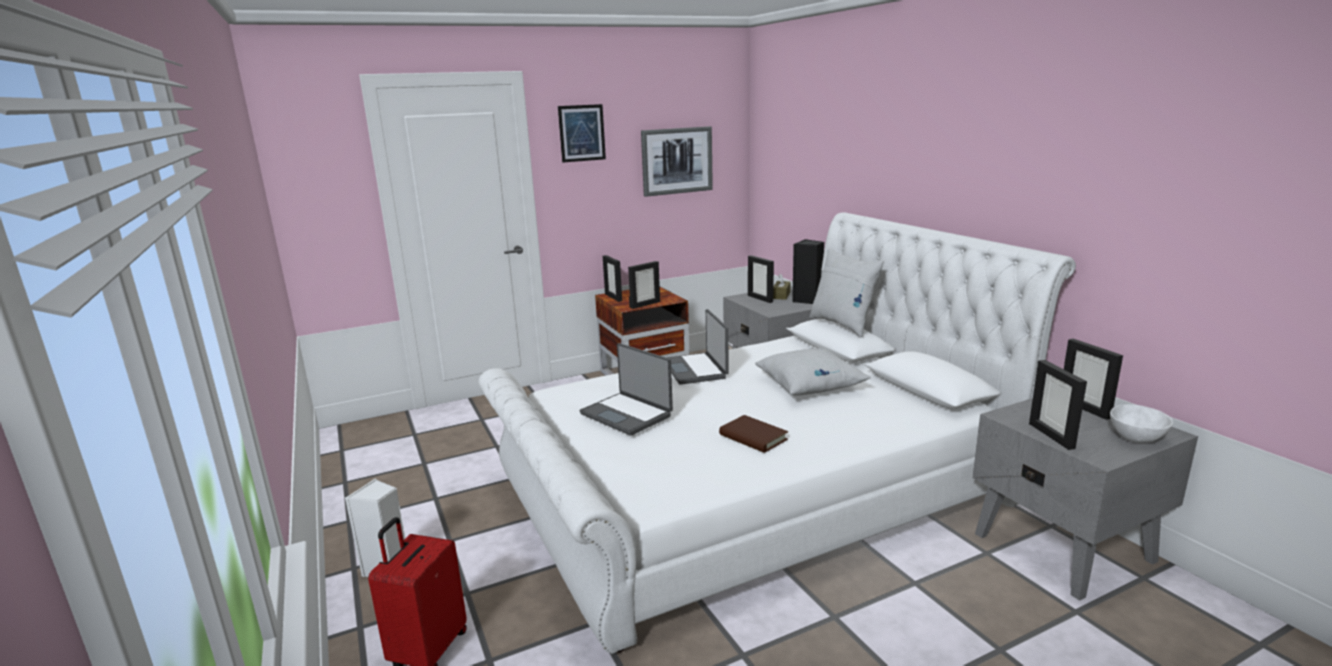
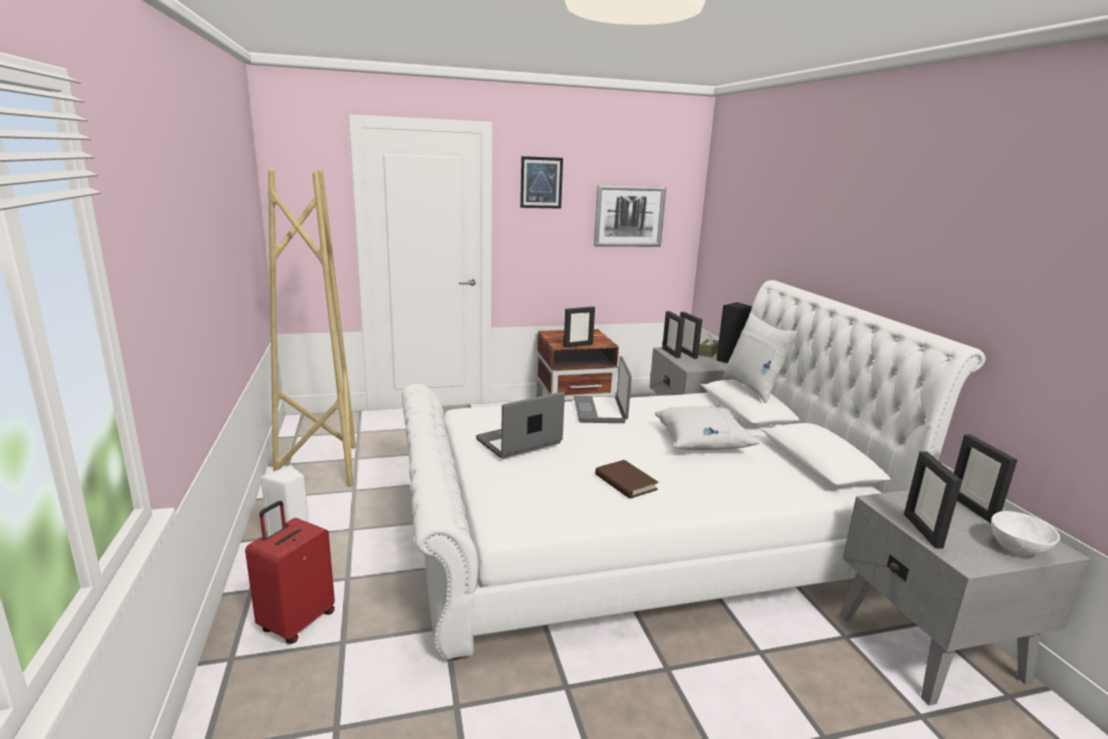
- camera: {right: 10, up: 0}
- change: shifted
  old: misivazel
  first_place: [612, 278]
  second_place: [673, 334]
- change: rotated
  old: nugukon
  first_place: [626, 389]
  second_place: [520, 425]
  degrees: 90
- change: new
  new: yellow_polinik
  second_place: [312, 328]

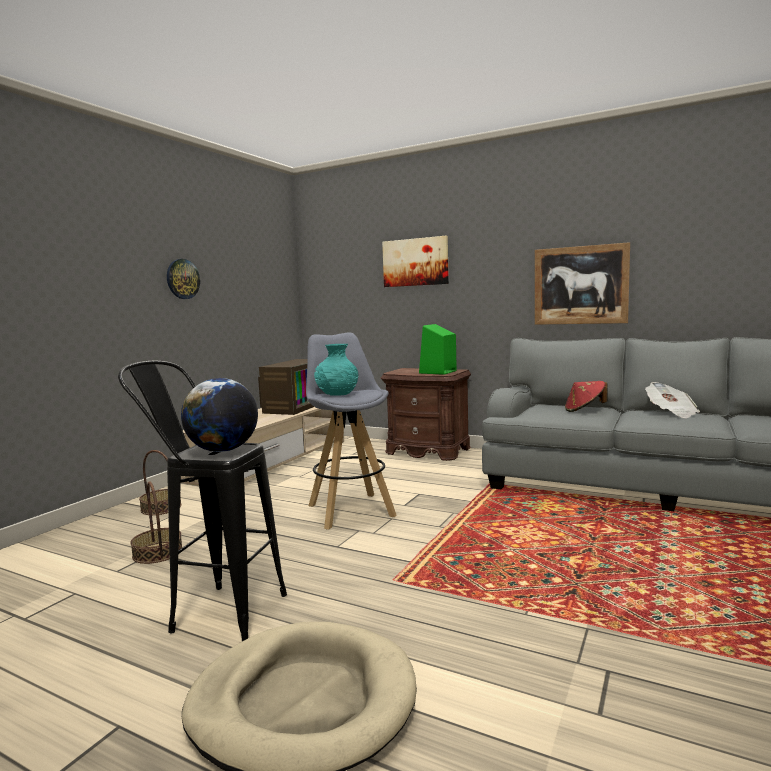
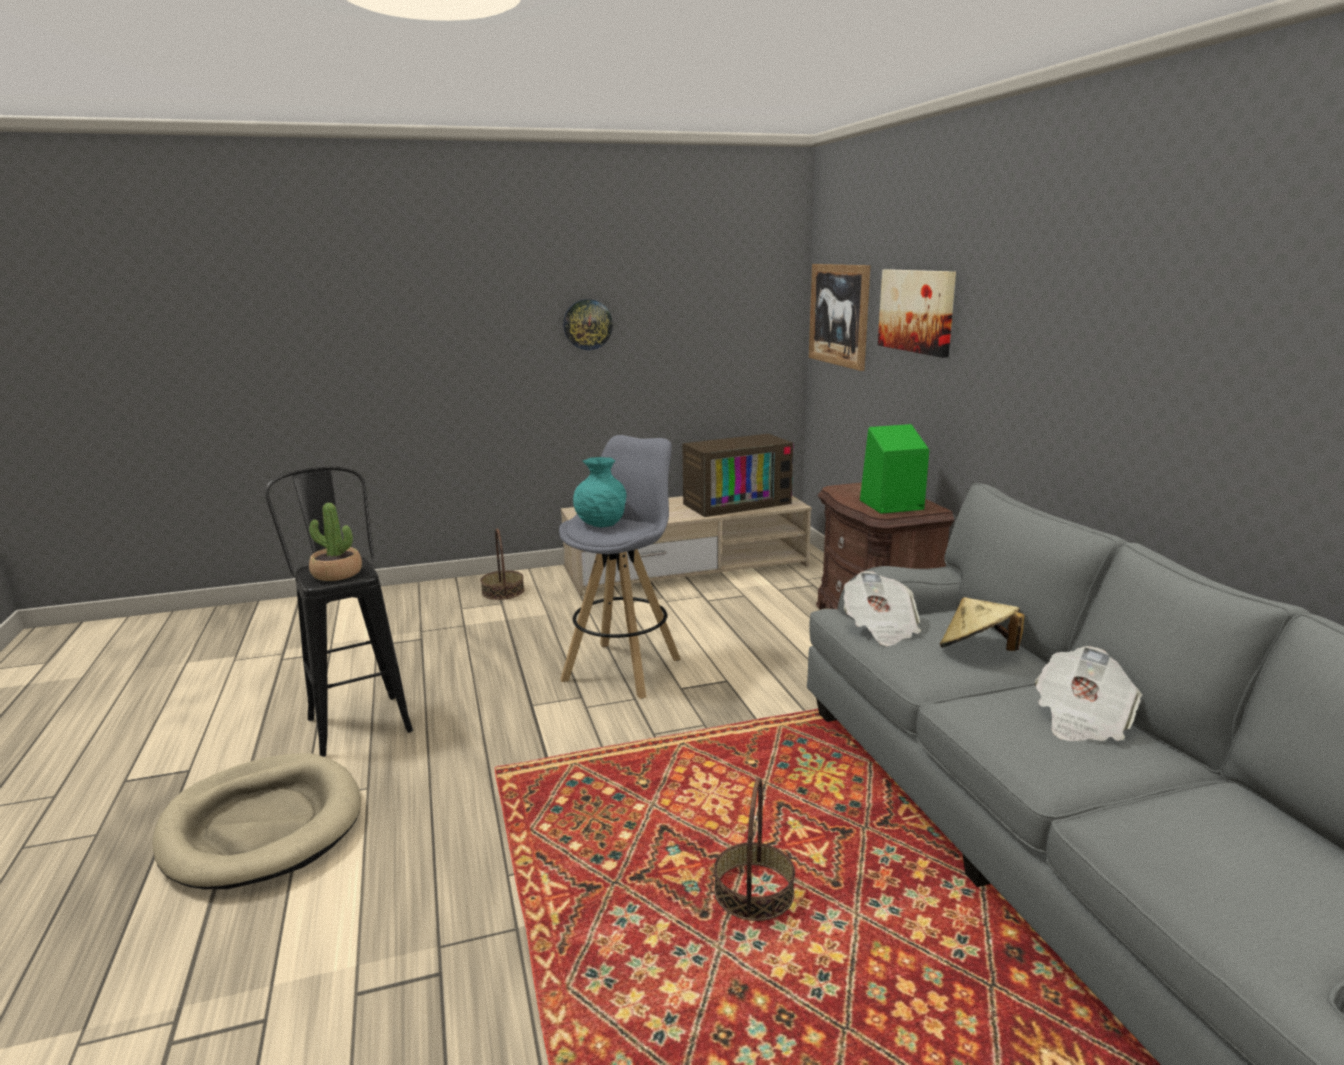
- camera: {right: 45, up: 10}
- change: shifted
  old: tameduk
  first_place: [582, 283]
  second_place: [839, 317]
- change: swapped
  old: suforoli
  new: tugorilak
  first_place: [219, 415]
  second_place: [335, 542]
- change: repainted
  old: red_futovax
  new: beige_futovax
  first_place: [586, 396]
  second_place: [982, 624]
- change: shifted
  old: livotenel
  first_place: [156, 522]
  second_place: [754, 849]
- change: new
  new: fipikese
  second_place: [882, 608]

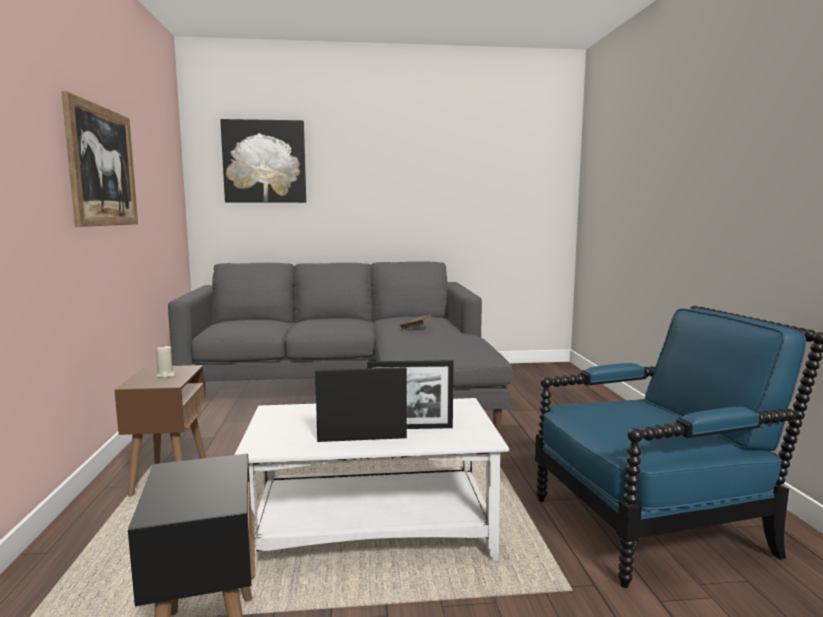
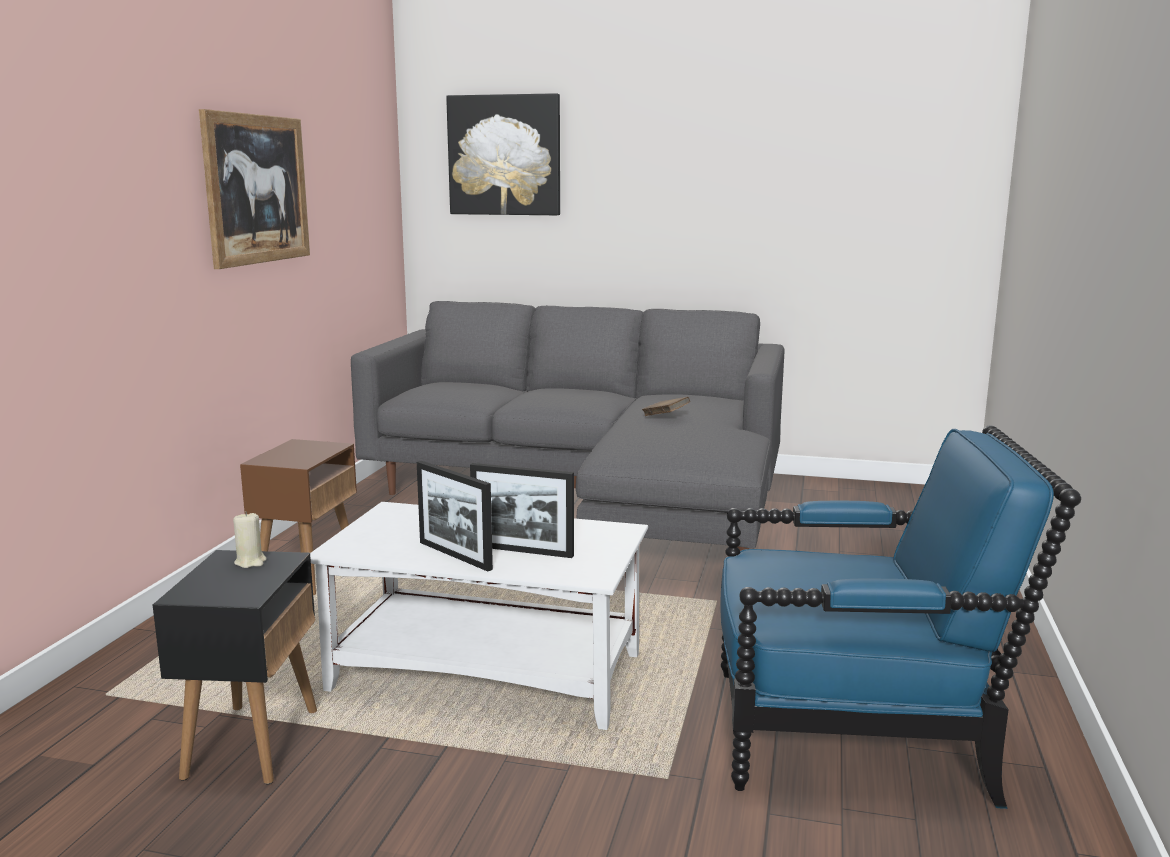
- camera: {right: 20, up: 5}
- change: shifted
  old: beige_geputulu
  first_place: [165, 361]
  second_place: [249, 539]
- change: rotated
  old: misivazel
  first_place: [361, 404]
  second_place: [455, 516]
  degrees: -150

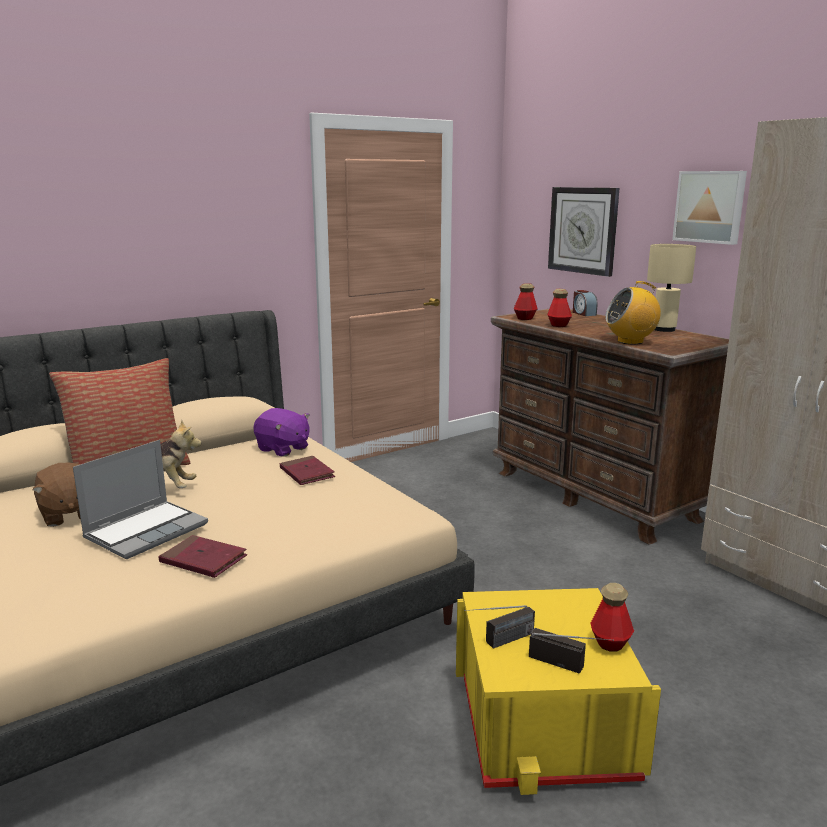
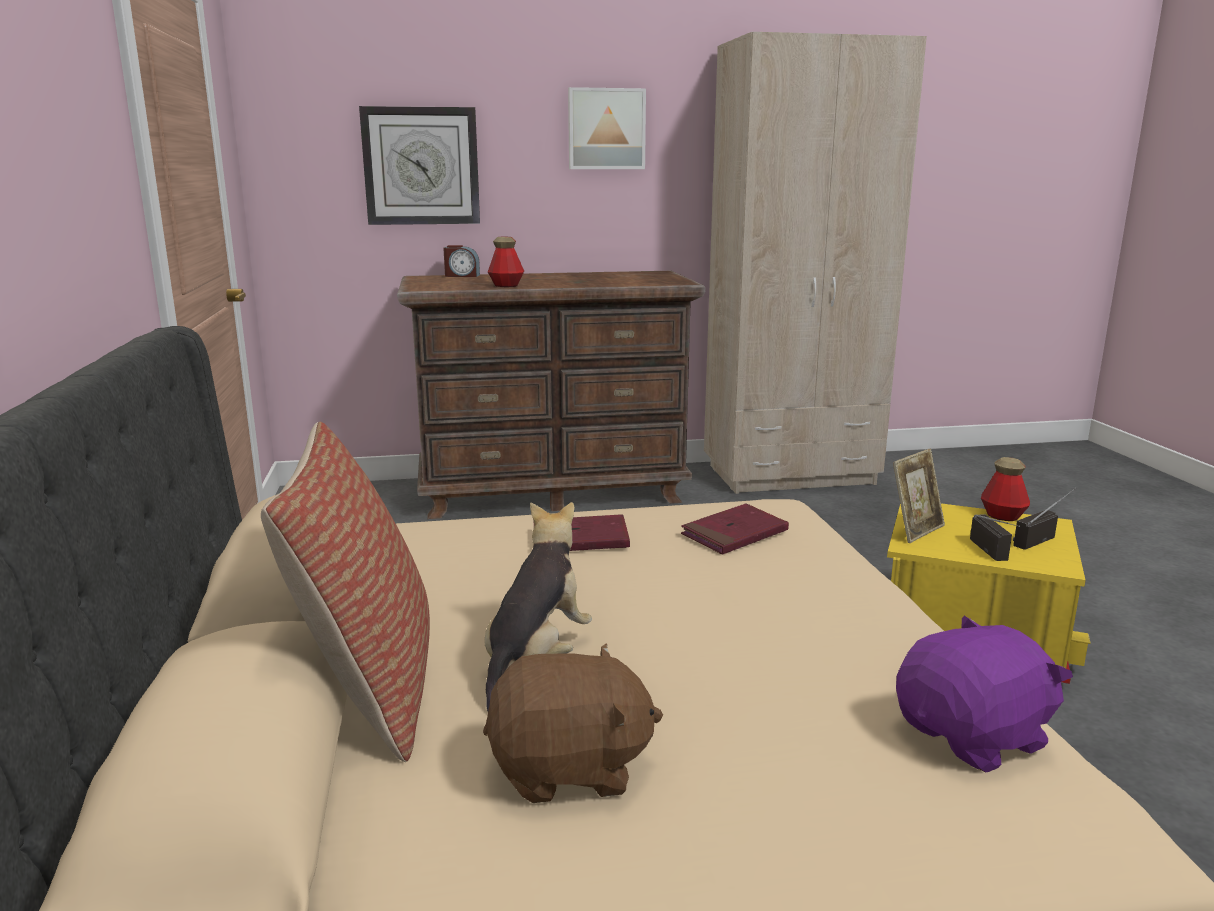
- camera: {right: -65, up: 0}
- change: gone
  old: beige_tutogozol
  first_place: [671, 288]
- change: gone
  old: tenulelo
  first_place: [633, 313]
- change: gone
  old: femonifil
  first_place: [526, 301]
- change: shifted
  old: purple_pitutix
  first_place: [281, 432]
  second_place: [984, 693]
- change: gone
  old: nugukon
  first_place: [140, 499]
- change: shifted
  old: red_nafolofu
  first_place: [203, 556]
  second_place: [735, 528]
- change: new
  new: misivazel
  second_place: [919, 496]

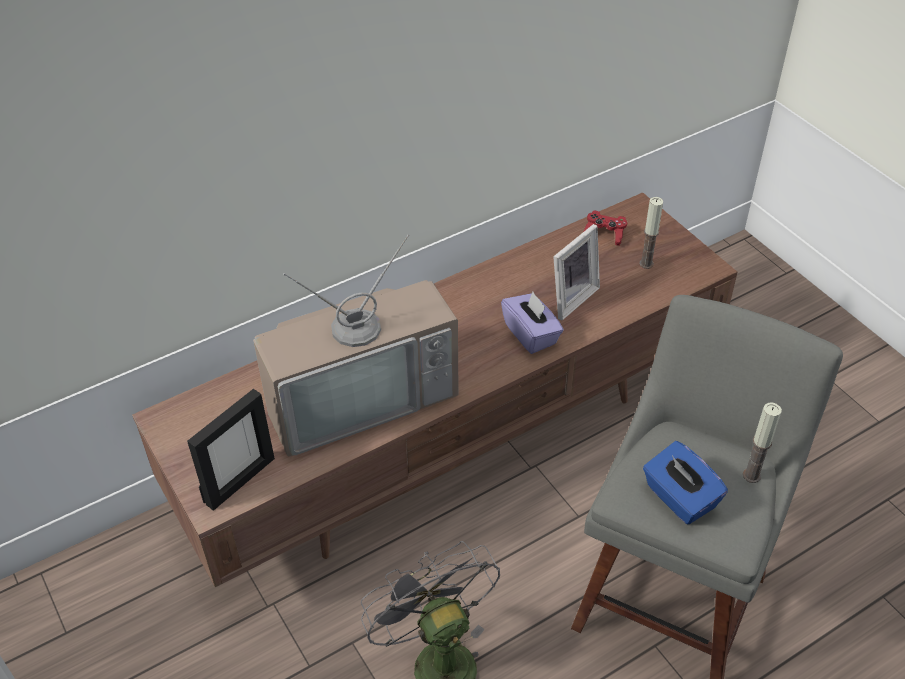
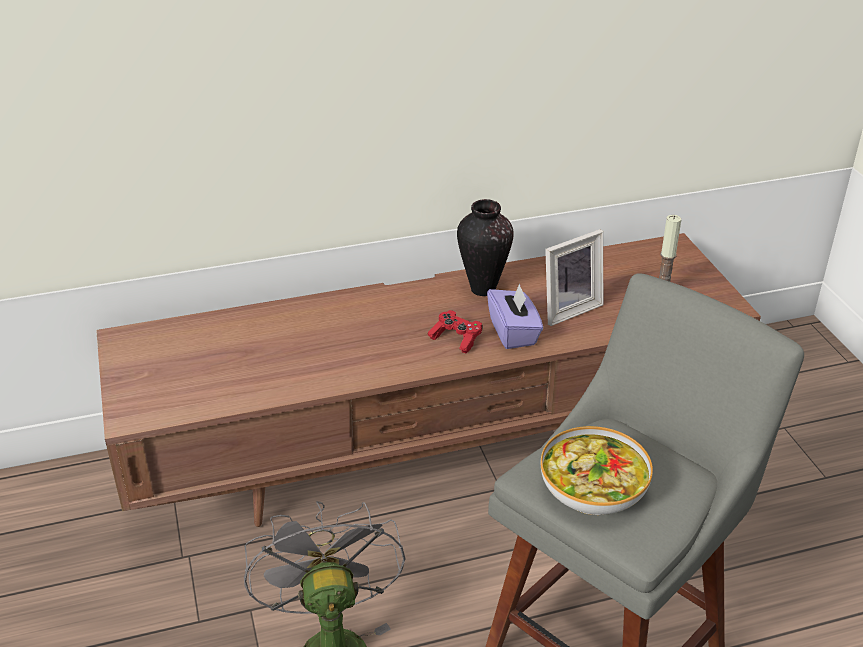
- camera: {right: 15, up: -10}
- change: shifted
  old: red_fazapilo
  first_place: [605, 228]
  second_place: [455, 332]
- change: gone
  old: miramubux
  first_place: [356, 345]
- change: gone
  old: misivazel
  first_place: [231, 450]
- change: gone
  old: geputulu
  first_place: [762, 442]
- change: swapped
  old: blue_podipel
  new: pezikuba
  first_place: [685, 482]
  second_place: [597, 470]
- change: new
  new: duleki
  second_place: [485, 247]

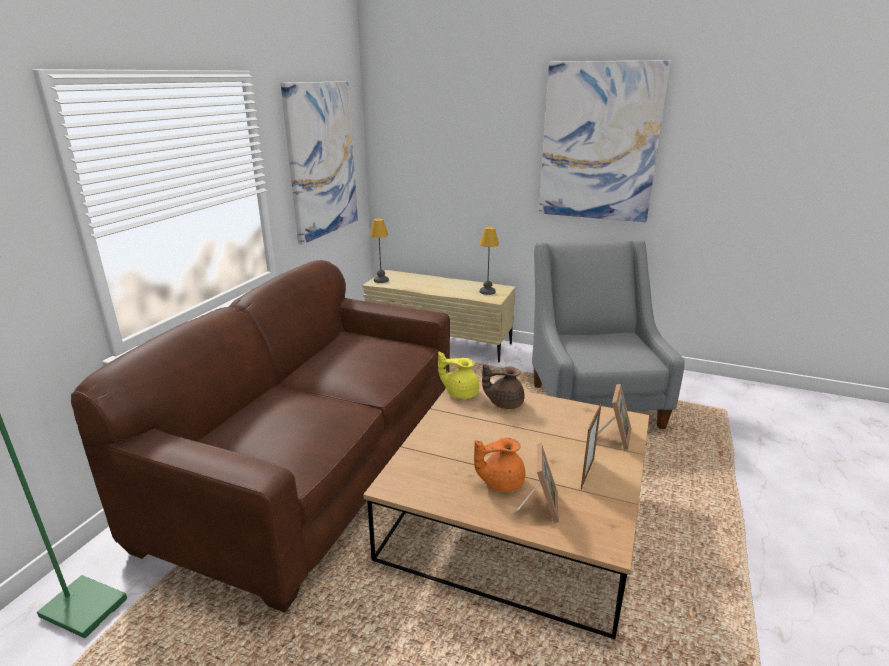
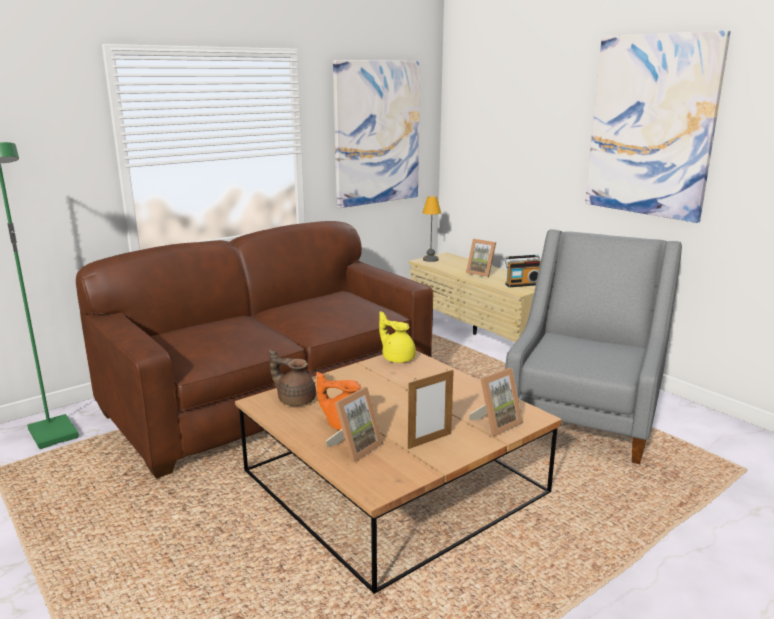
- camera: {right: 30, up: -5}
- change: swapped
  old: tutogozol
  new: tenulelo
  first_place: [489, 261]
  second_place: [522, 271]
- change: shifted
  old: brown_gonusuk
  first_place: [503, 386]
  second_place: [293, 377]
- change: new
  new: misivazel
  second_place: [481, 258]

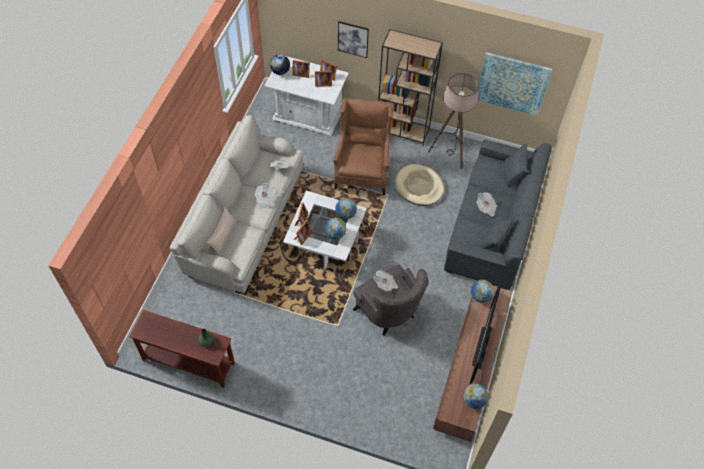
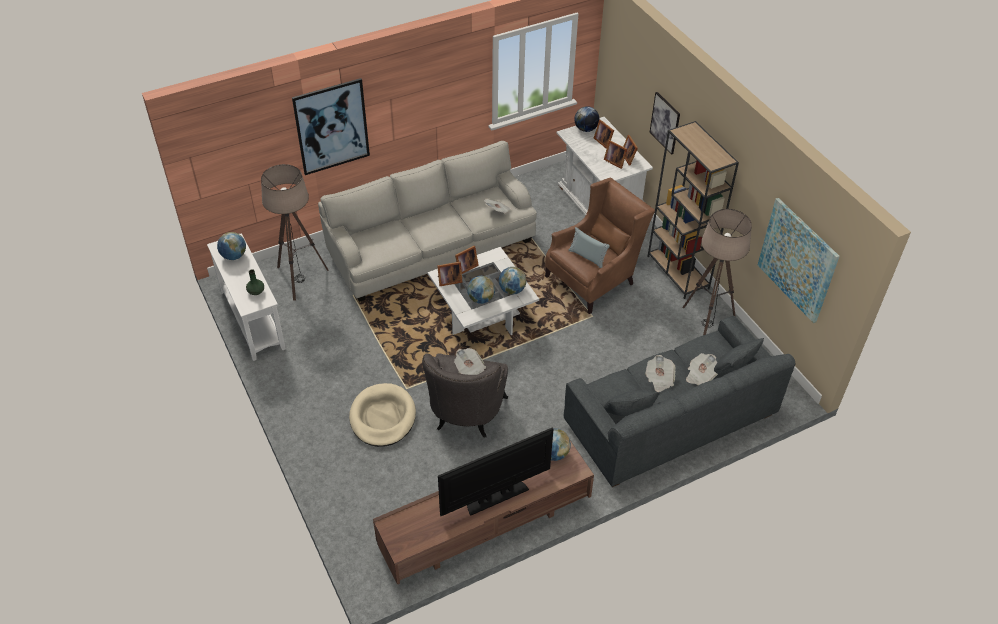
- camera: {right: 45, up: -10}
- change: shifted
  old: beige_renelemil
  first_place: [419, 184]
  second_place: [382, 415]
- change: shifted
  old: fipikese
  first_place: [265, 196]
  second_place: [702, 369]
- change: gone
  old: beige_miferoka
  first_place: [221, 231]
- change: repainted
  old: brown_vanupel
  new: white_vanupel
  first_place: [182, 349]
  second_place: [246, 297]
- change: shifted
  old: suforoli
  first_place: [475, 396]
  second_place: [231, 246]
- change: new
  new: tameduk
  second_place: [331, 126]
- change: new
  new: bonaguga
  second_place: [295, 232]
- change: new
  new: blue_miferoka
  second_place: [589, 247]

